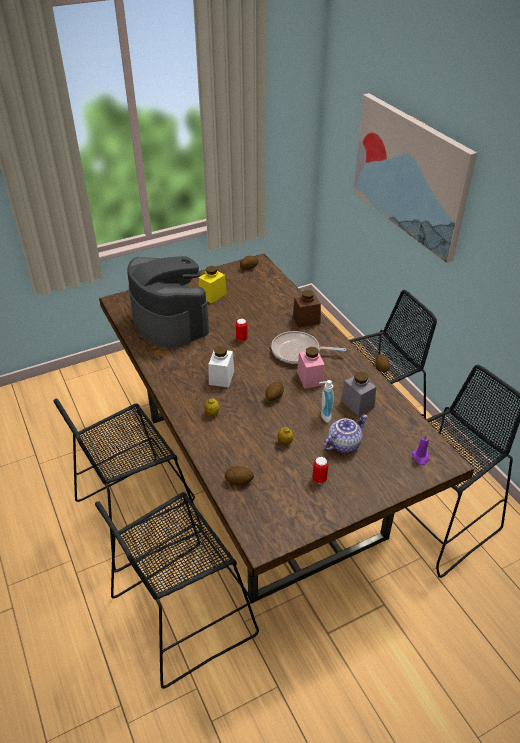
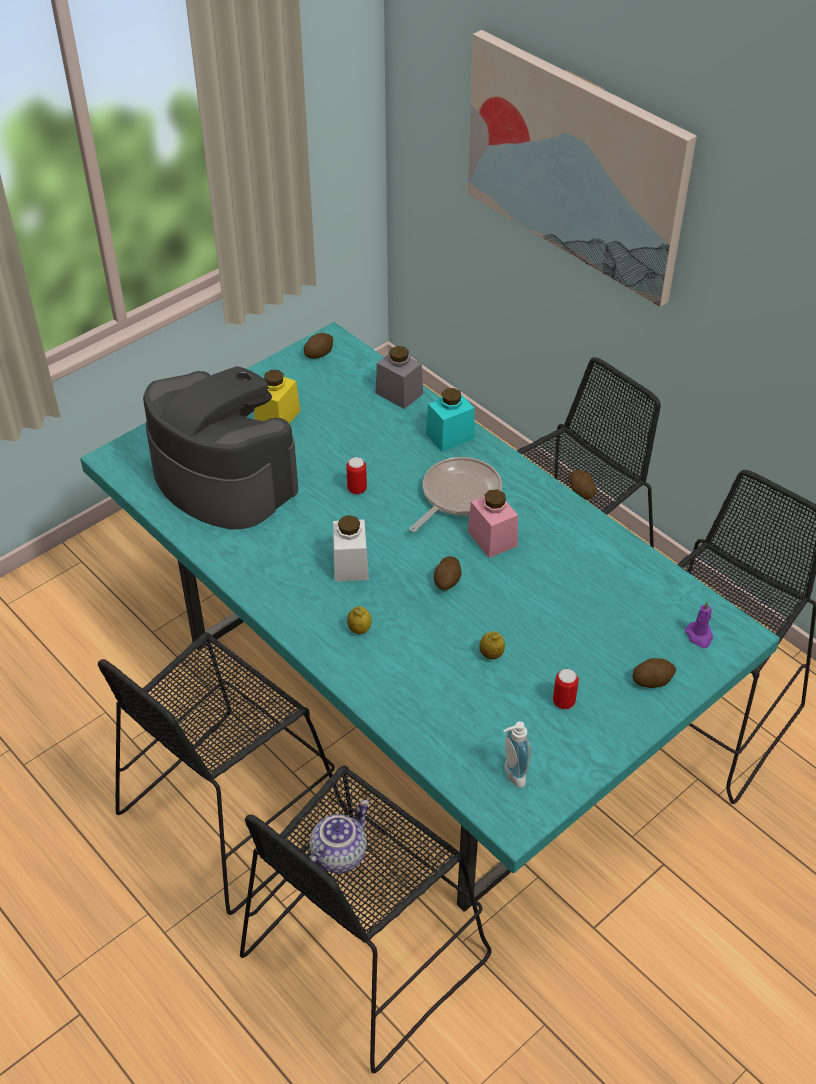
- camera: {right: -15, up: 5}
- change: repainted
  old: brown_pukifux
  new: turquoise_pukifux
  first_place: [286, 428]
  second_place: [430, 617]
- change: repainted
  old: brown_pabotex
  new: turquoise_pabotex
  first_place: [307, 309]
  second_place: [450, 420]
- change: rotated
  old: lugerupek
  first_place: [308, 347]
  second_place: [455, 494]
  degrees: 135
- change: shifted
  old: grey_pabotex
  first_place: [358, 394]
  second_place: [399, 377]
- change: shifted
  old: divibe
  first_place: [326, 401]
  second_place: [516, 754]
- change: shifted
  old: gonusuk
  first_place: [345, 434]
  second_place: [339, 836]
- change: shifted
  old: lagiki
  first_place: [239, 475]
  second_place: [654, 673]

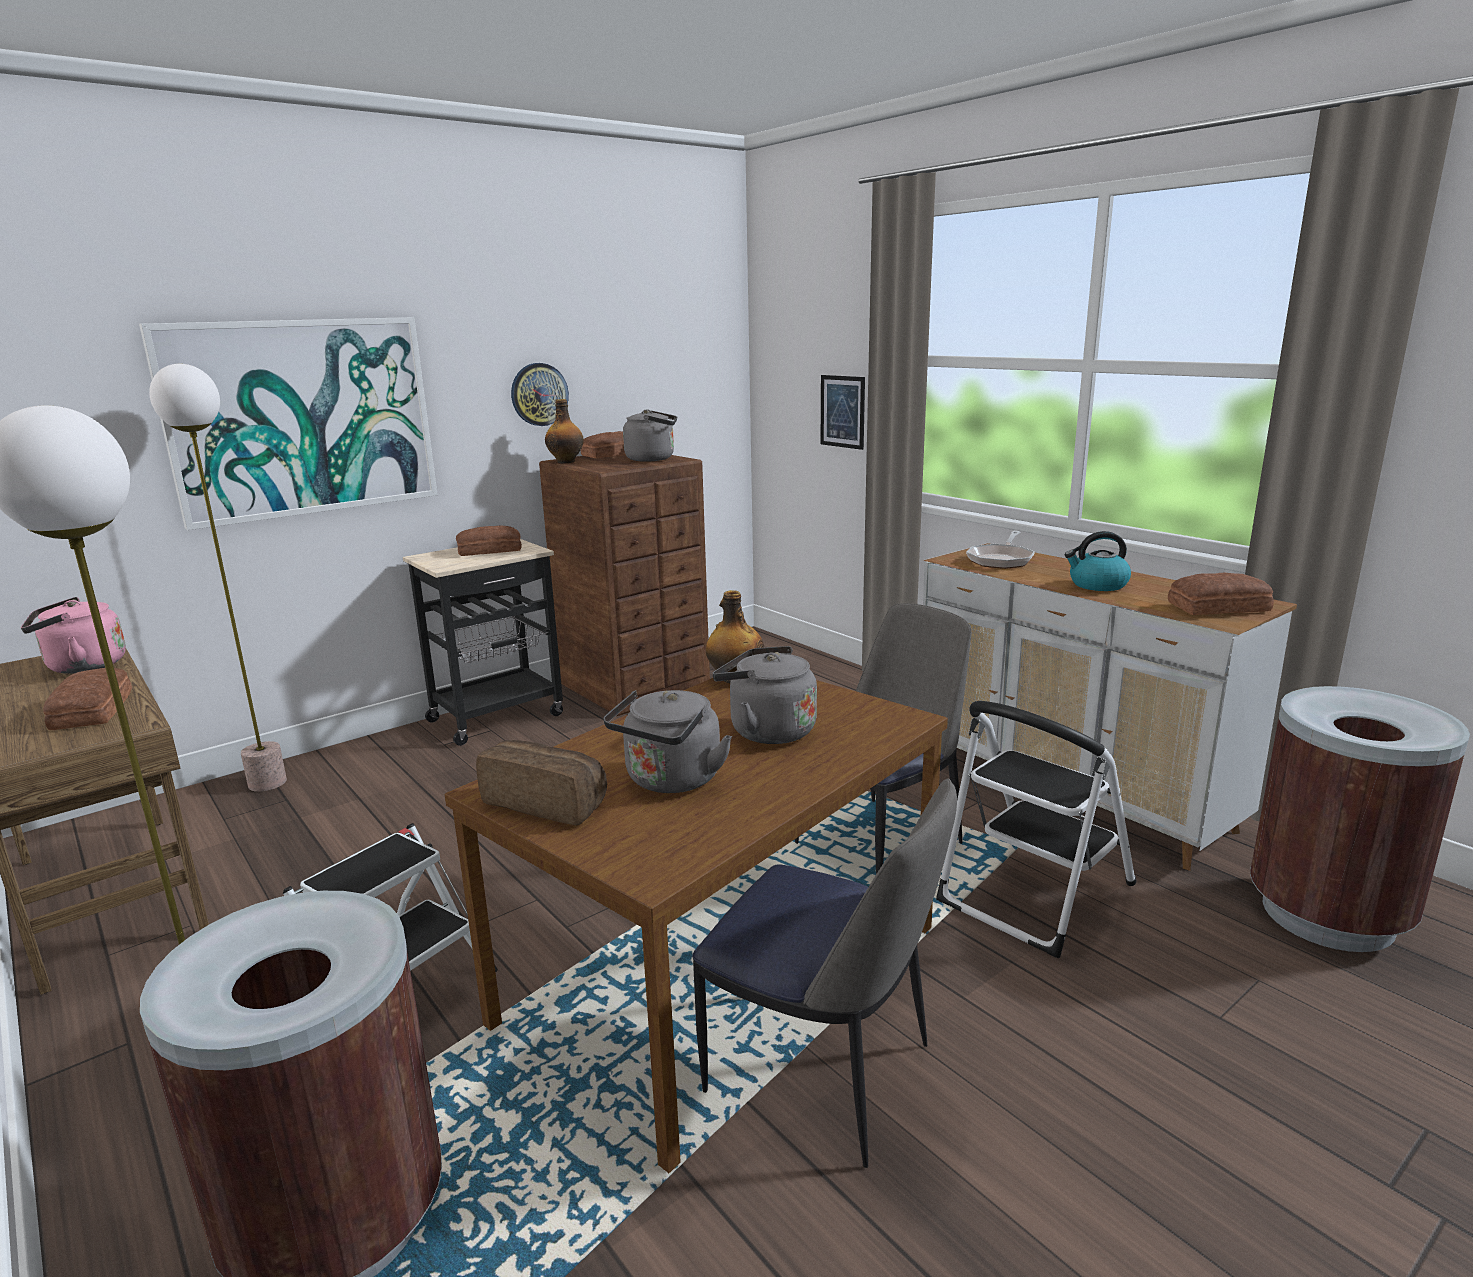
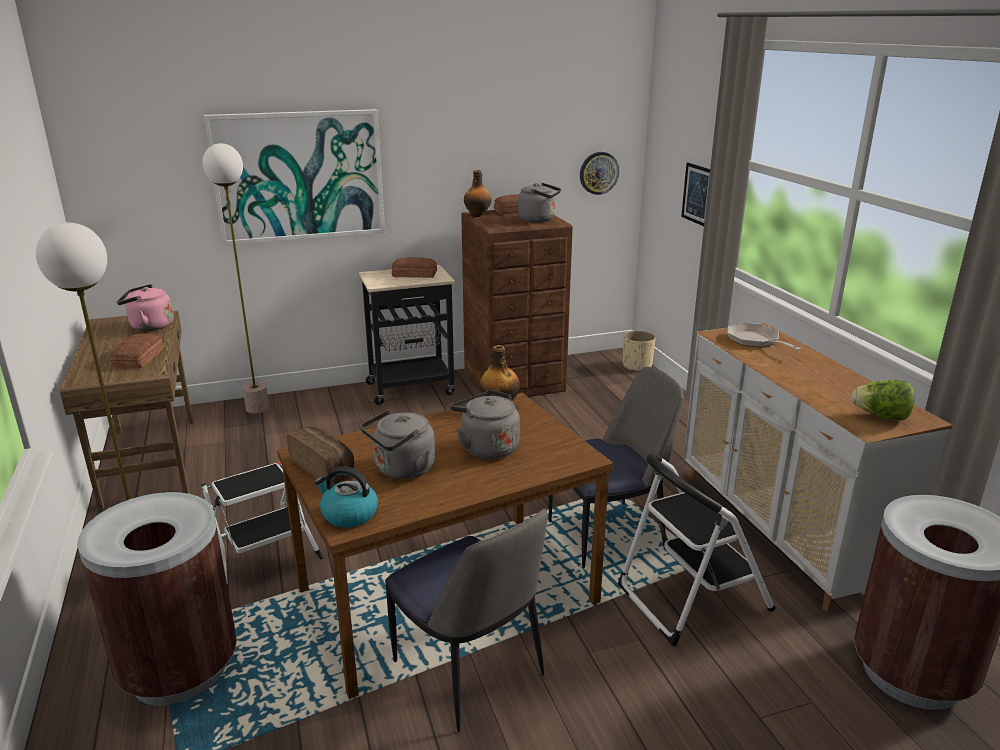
- camera: {right: 20, up: 5}
- change: shifted
  old: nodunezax
  first_place: [540, 394]
  second_place: [599, 173]
- change: rotated
  old: lugerupek
  first_place: [1000, 550]
  second_place: [765, 336]
  degrees: 105
- change: shifted
  old: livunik
  first_place: [1098, 561]
  second_place: [346, 497]
- change: swapped
  old: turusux
  new: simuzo
  first_place: [1221, 594]
  second_place: [883, 400]
- change: new
  new: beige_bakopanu
  second_place: [639, 350]

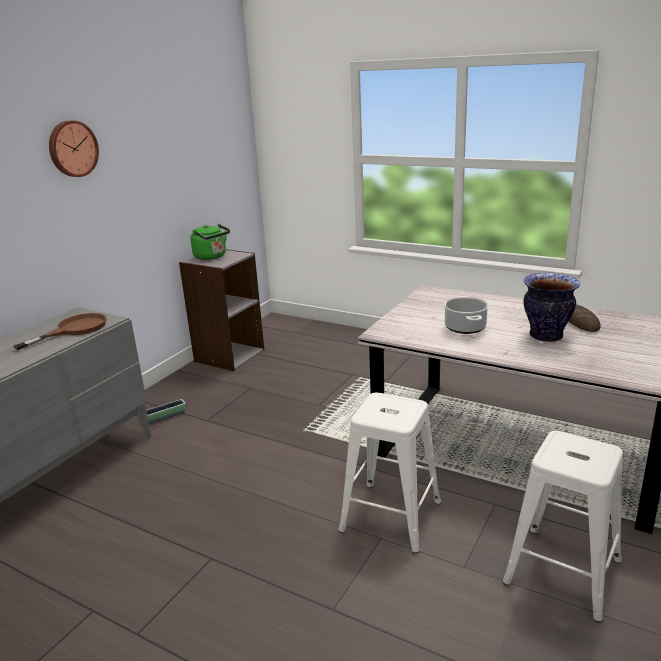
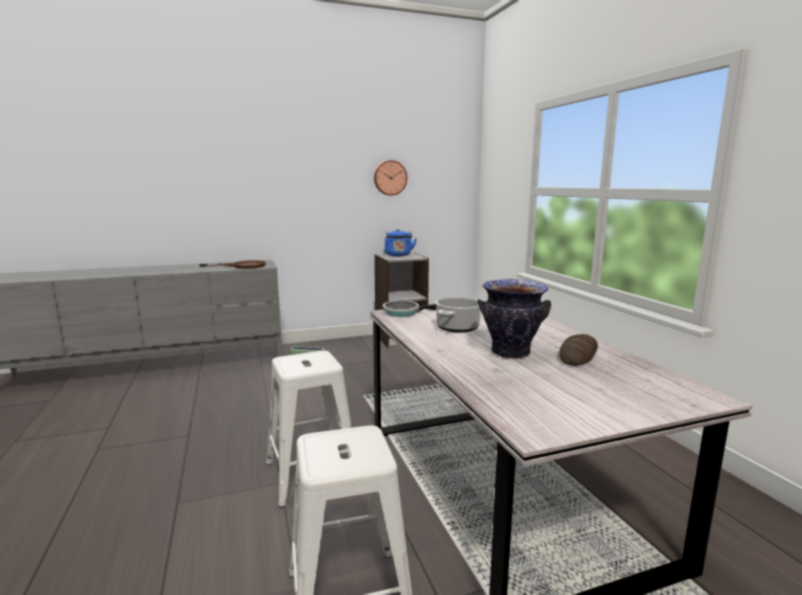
- camera: {right: 40, up: -10}
- change: shifted
  old: nodunezax
  first_place: [74, 149]
  second_place: [390, 177]
- change: repainted
  old: green_livunik
  new: blue_livunik
  first_place: [210, 242]
  second_place: [401, 242]
- change: new
  new: lugerupek
  second_place: [409, 309]

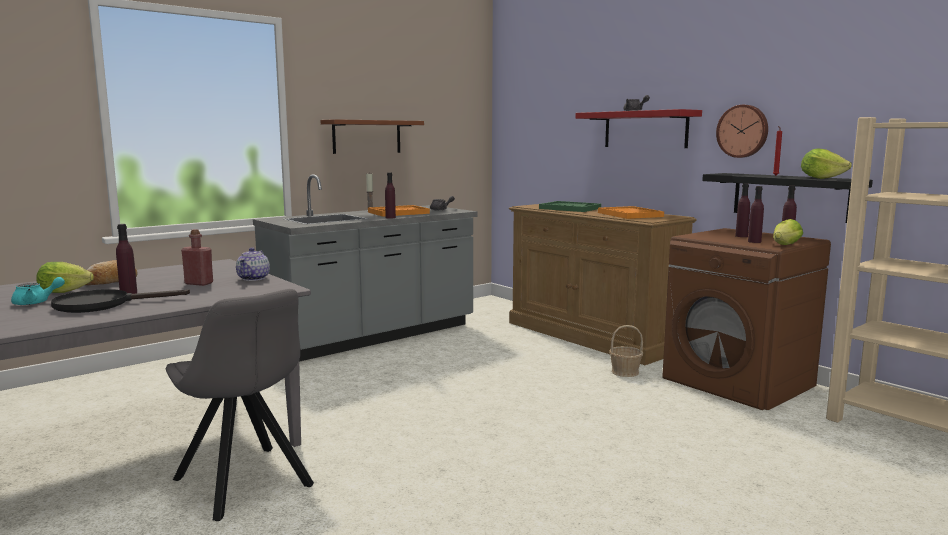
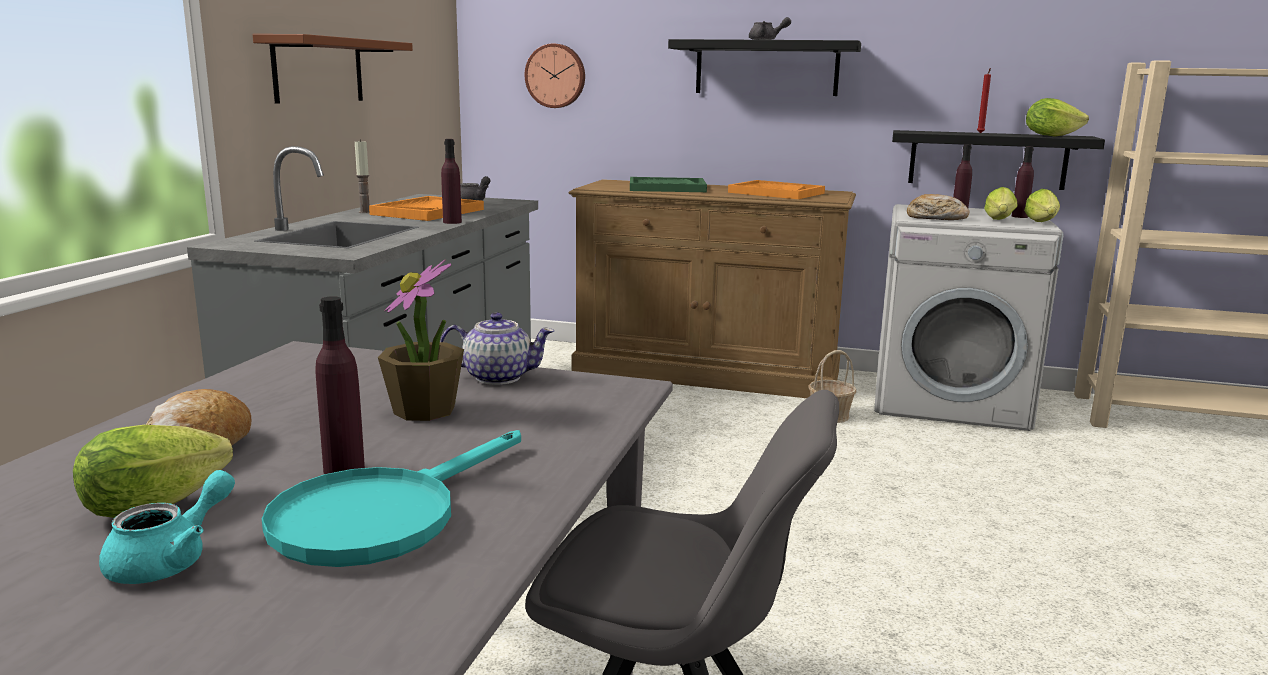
- camera: {right: -35, up: 5}
- change: shifted
  old: nodunezax
  first_place: [742, 131]
  second_place: [555, 75]
- change: repainted
  old: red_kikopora
  new: black_kikopora
  first_place: [639, 128]
  second_place: [764, 67]
- change: swapped
  old: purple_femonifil
  new: simuzo
  first_place: [756, 214]
  second_place: [1001, 203]
- change: repainted
  old: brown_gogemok
  new: white_gogemok
  first_place: [746, 319]
  second_place: [969, 317]
- change: swapped
  old: red_femonifil
  new: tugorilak
  first_place: [197, 257]
  second_place: [421, 340]
- change: rotated
  old: gonusuk
  first_place: [253, 264]
  second_place: [497, 348]
  degrees: -60
- change: repainted
  old: black_lugerupek
  new: turquoise_lugerupek
  first_place: [120, 301]
  second_place: [391, 498]
- change: new
  new: turusux
  second_place: [938, 207]

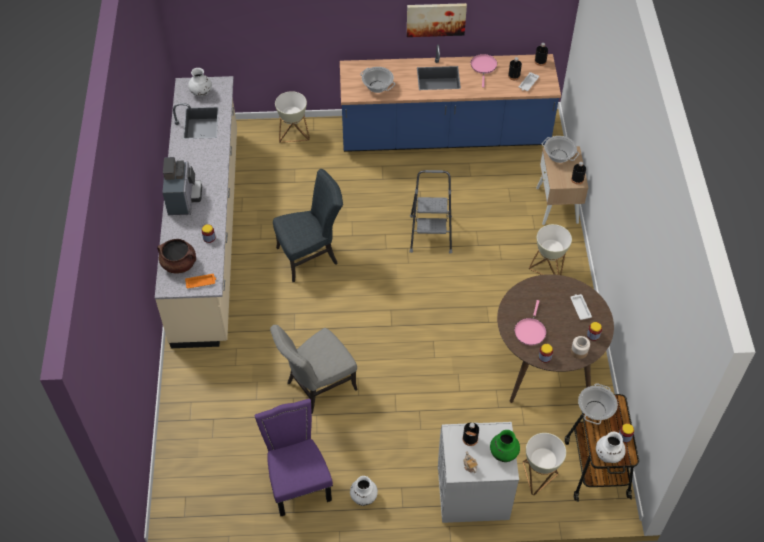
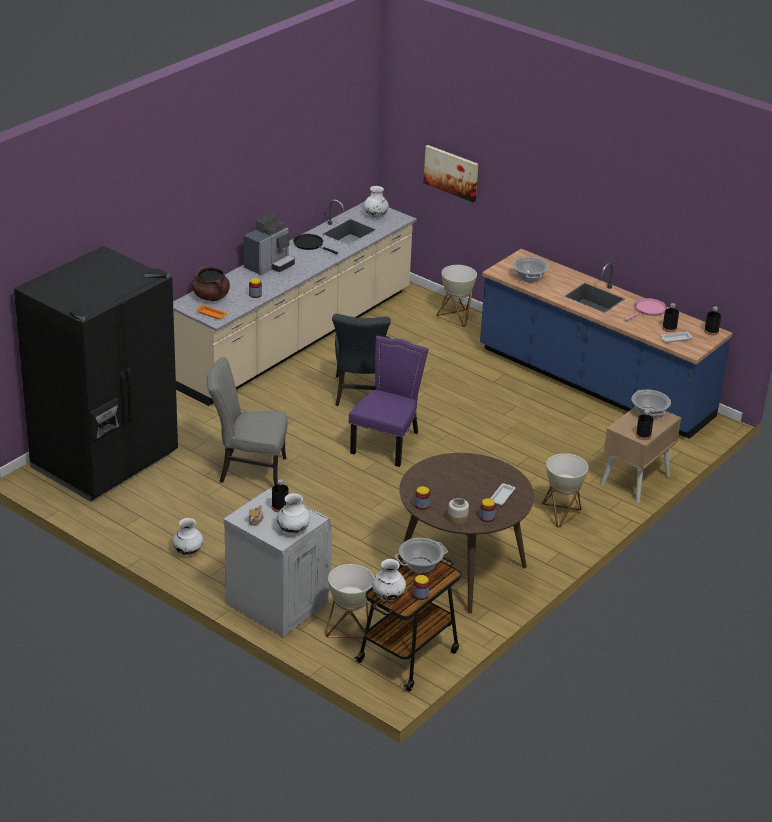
- camera: {right: 40, up: -20}
- change: shifted
  old: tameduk
  first_place: [437, 20]
  second_place: [451, 174]
- change: rotated
  old: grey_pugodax
  first_place: [308, 225]
  second_place: [361, 360]
  degrees: 75
- change: gone
  old: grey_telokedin
  first_place: [431, 212]
- change: gone
  old: pink_lugerupek
  first_place: [530, 322]
- change: shifted
  old: purple_pugodax
  first_place: [294, 457]
  second_place: [388, 401]
- change: repainted
  old: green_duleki
  new: white_duleki
  first_place: [505, 446]
  second_place: [293, 513]
- change: new
  new: black_lugerupek
  second_place: [315, 244]
- change: new
  new: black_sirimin
  second_place: [96, 374]

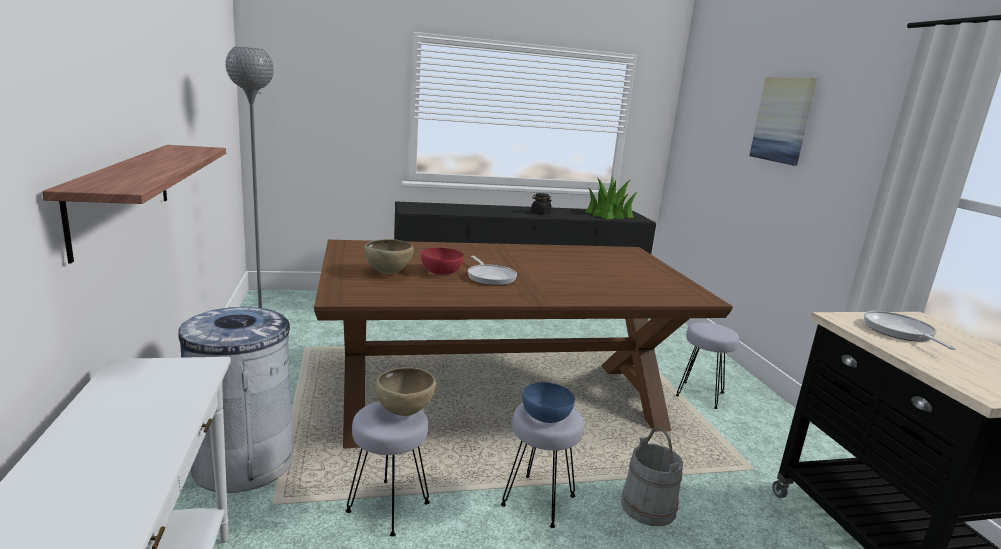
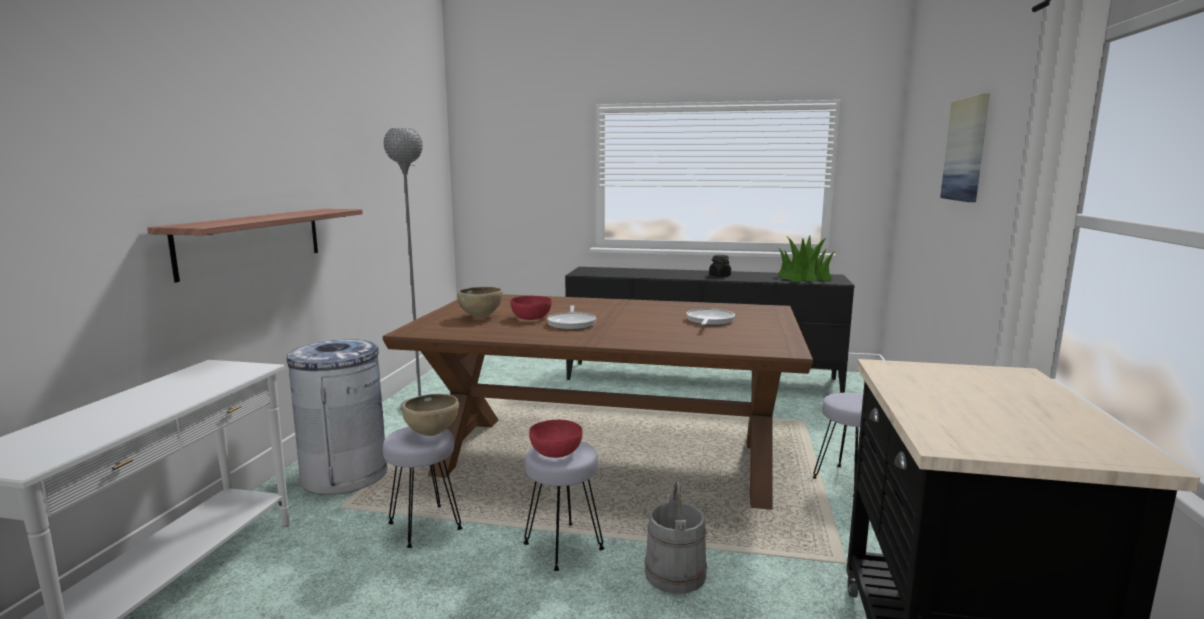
- camera: {right: 25, up: -5}
- change: shifted
  old: lugerupek
  first_place: [910, 330]
  second_place: [710, 317]
- change: repainted
  old: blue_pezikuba
  new: red_pezikuba
  first_place: [548, 402]
  second_place: [555, 439]

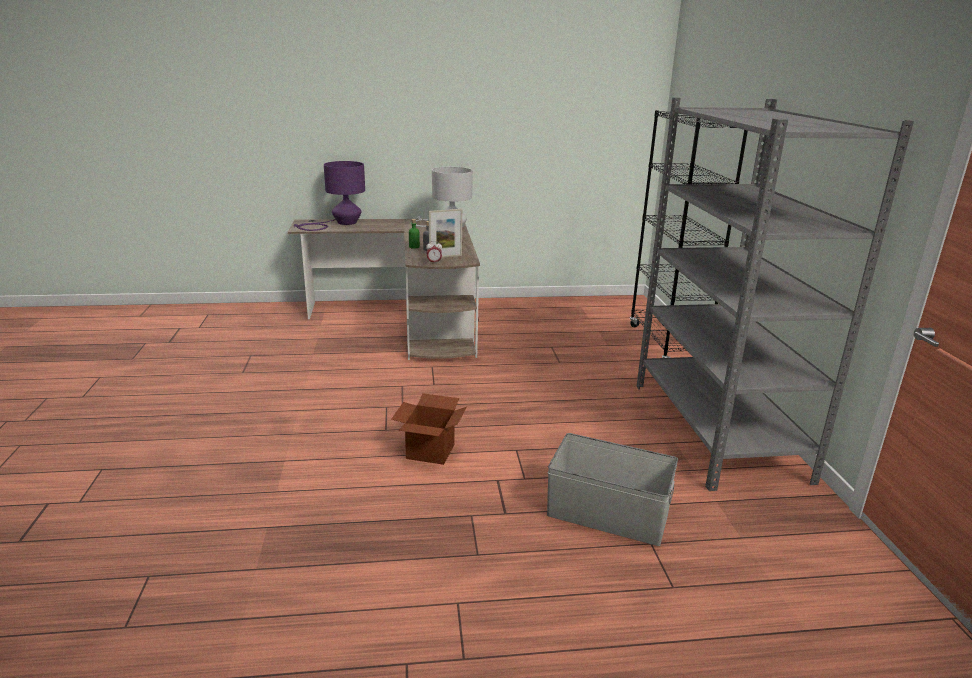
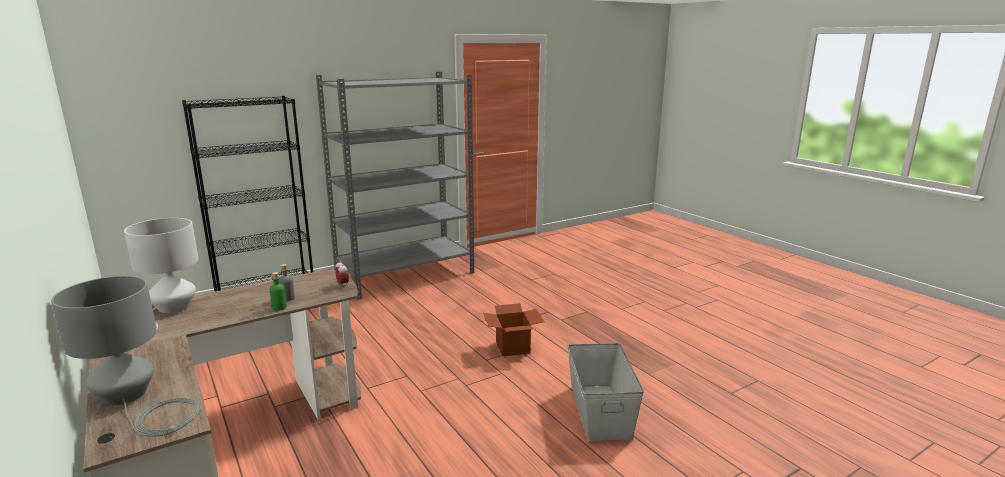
- camera: {right: -115, up: -5}
- change: repainted
  old: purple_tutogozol
  new: grey_tutogozol
  first_place: [329, 196]
  second_place: [126, 356]
- change: gone
  old: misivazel
  first_place: [445, 233]
- change: shifted
  old: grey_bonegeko
  first_place: [612, 489]
  second_place: [605, 392]

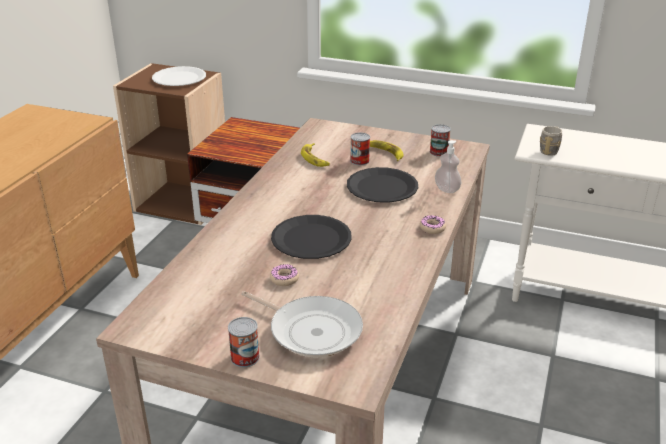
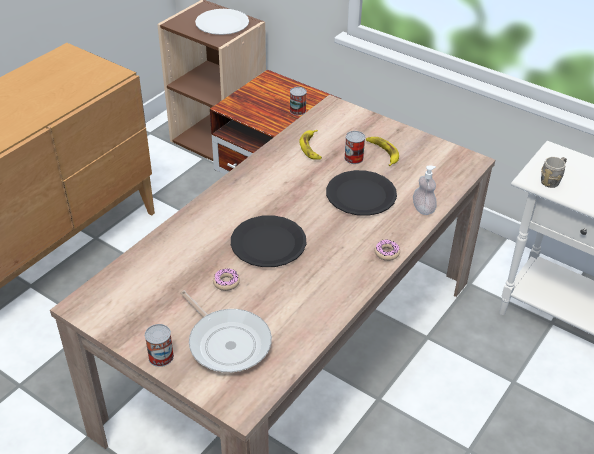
- camera: {right: 15, up: 10}
- change: shifted
  old: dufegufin
  first_place: [440, 140]
  second_place: [298, 101]

